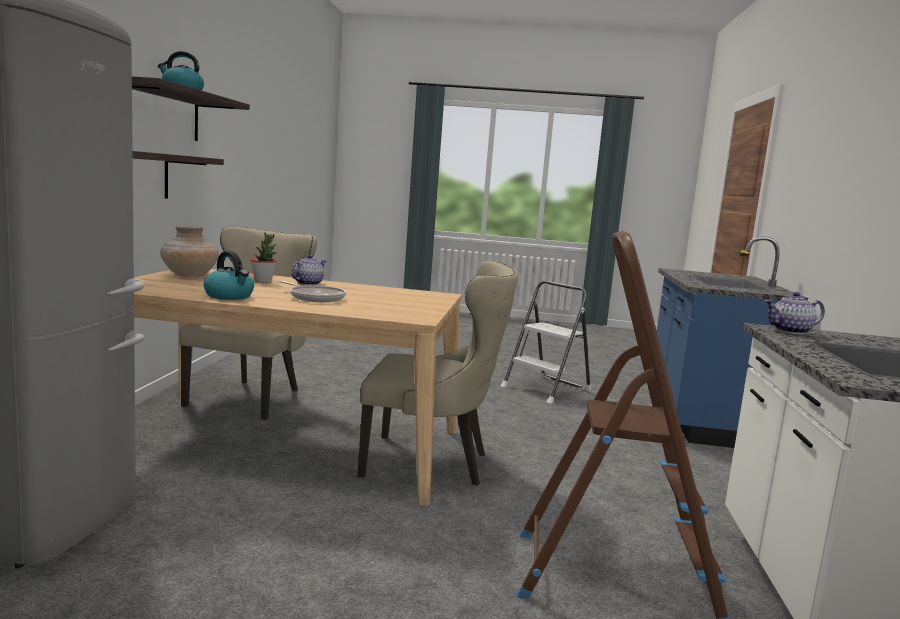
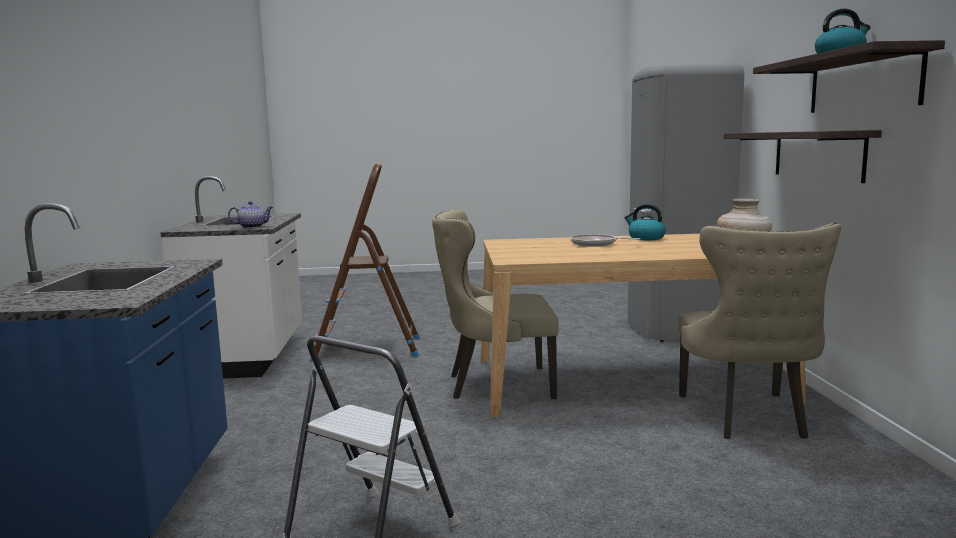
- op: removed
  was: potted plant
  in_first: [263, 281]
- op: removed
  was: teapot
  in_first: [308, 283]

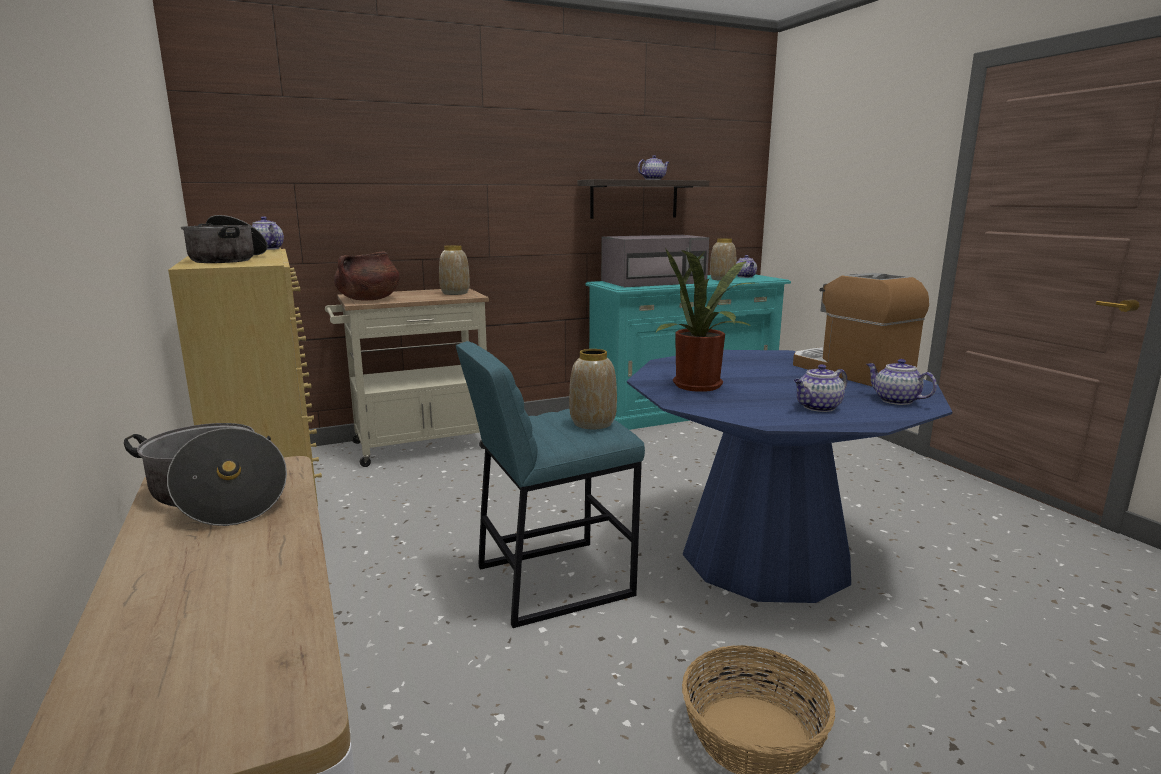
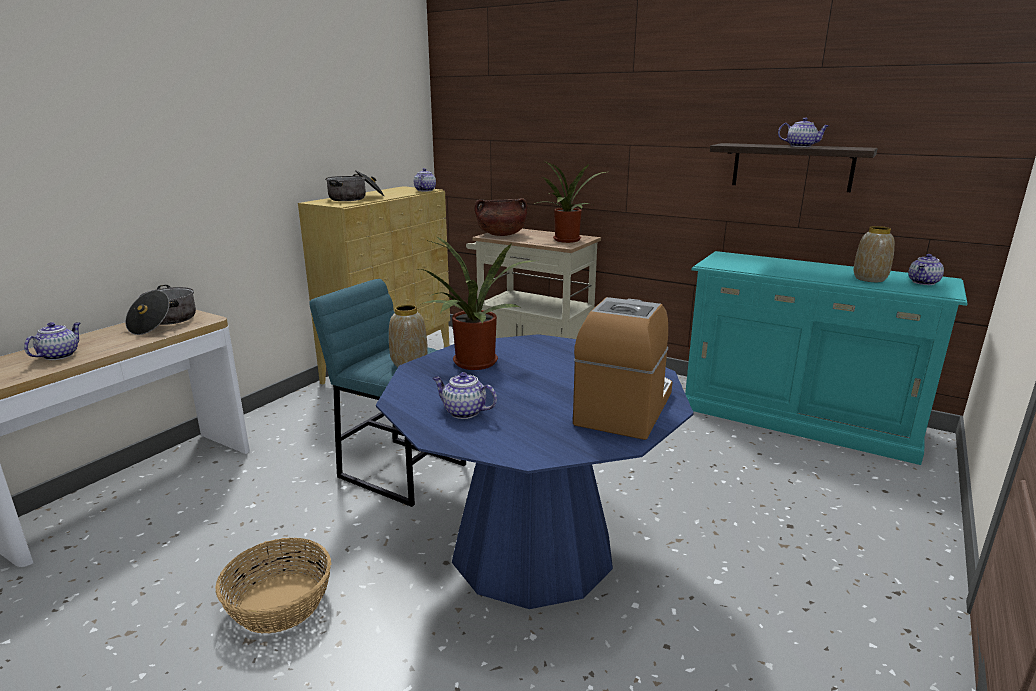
- op: replaced
  was: vase
  now: potted plant
  in_first: [455, 293]
  in_second: [567, 241]
- op: removed
  was: grey microwave
  in_first: [655, 282]
- op: moved
  was: teapot
  in_first: [895, 400]
  in_second: [59, 355]

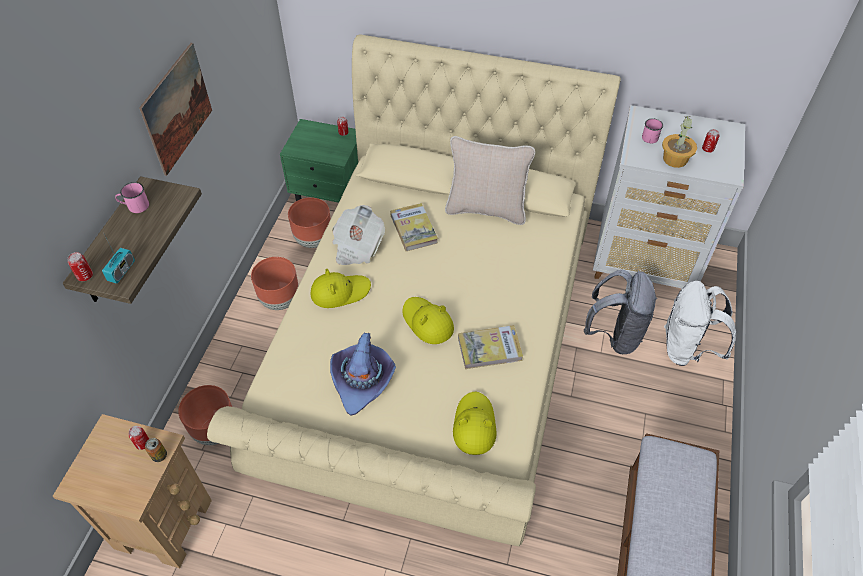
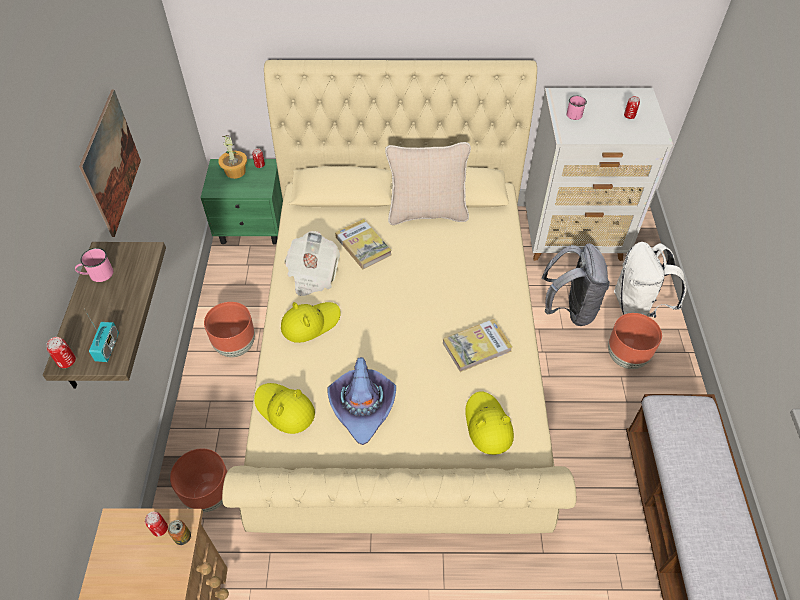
- op: moved
  was: brown planter
  in_first: [314, 240]
  in_second: [626, 357]
- op: moved
  was: yellow hat
  in_first: [427, 322]
  in_second: [284, 409]
- op: moved
  was: potted plant
  in_first: [675, 159]
  in_second: [235, 172]

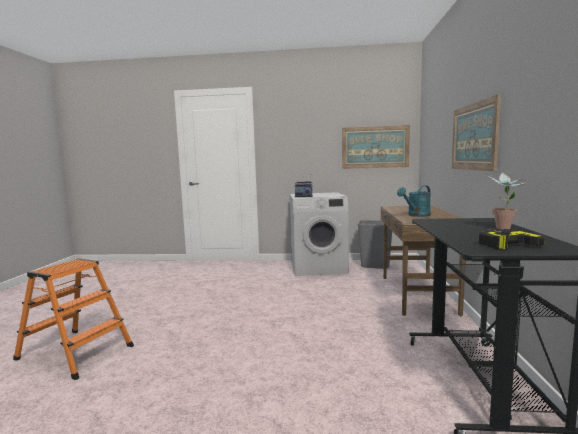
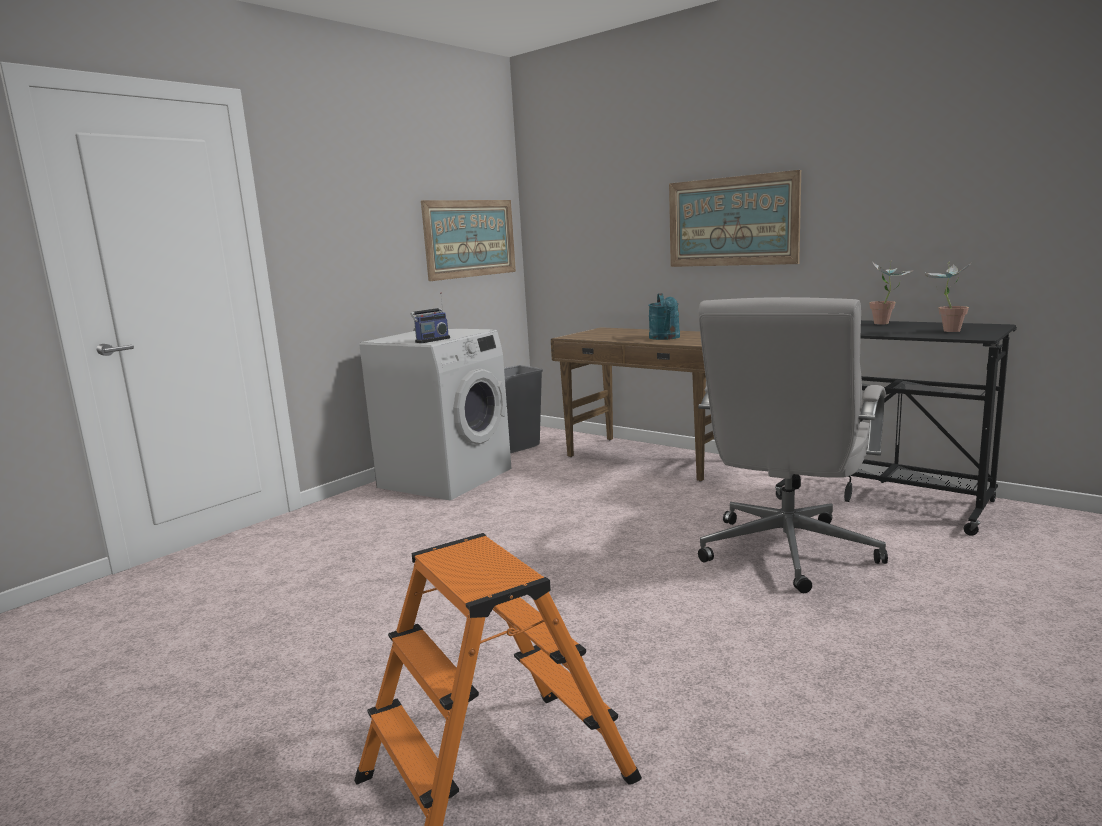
- op: replaced
  was: power drill
  now: potted plant
  in_first: [497, 242]
  in_second: [945, 330]
- op: added
  now: grey office chair
  in_second: [788, 550]

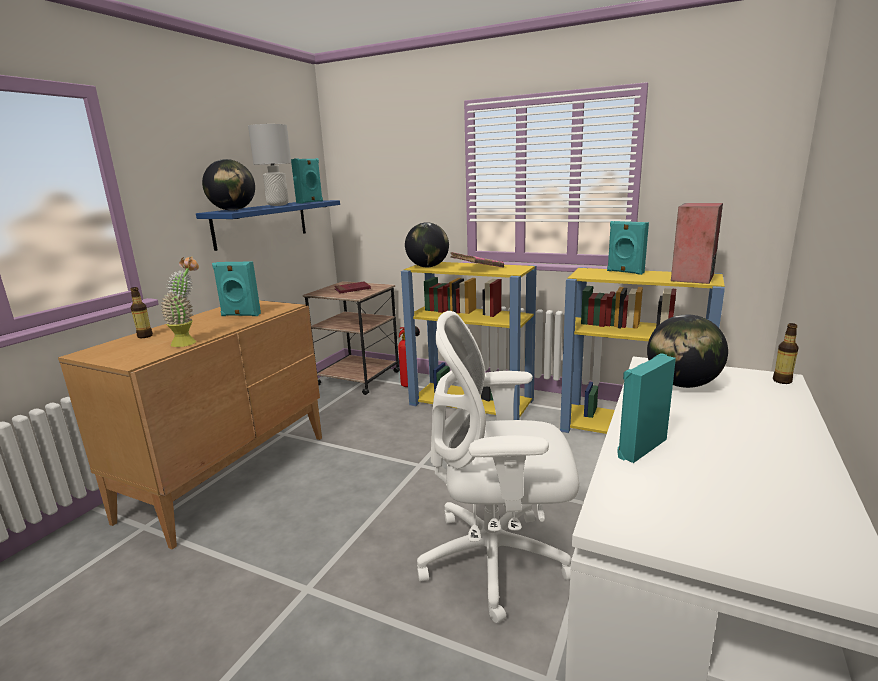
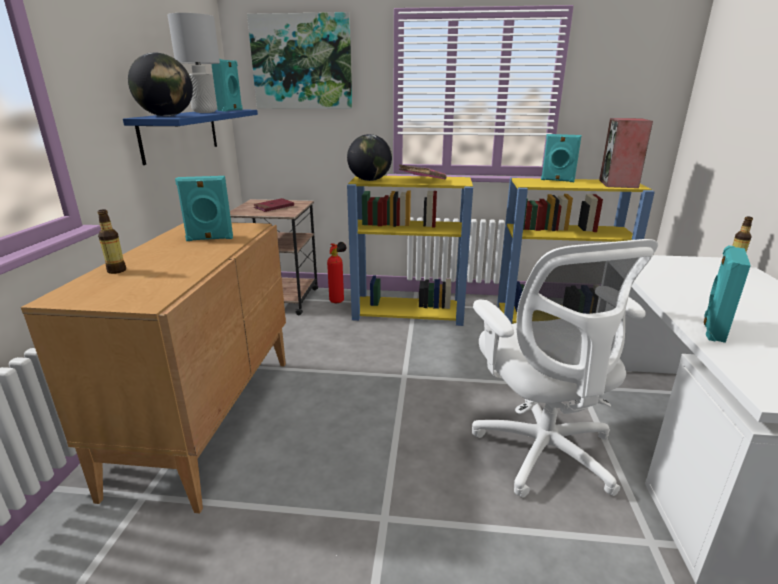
- op: removed
  was: potted plant
  in_first: [190, 341]
- op: turned
  was: white office chair
  in_first: [502, 556]
  in_second: [537, 445]
  clockwise: -90
- op: removed
  was: globe
  in_first: [682, 384]
- op: added
  now: picture
  in_second: [302, 62]

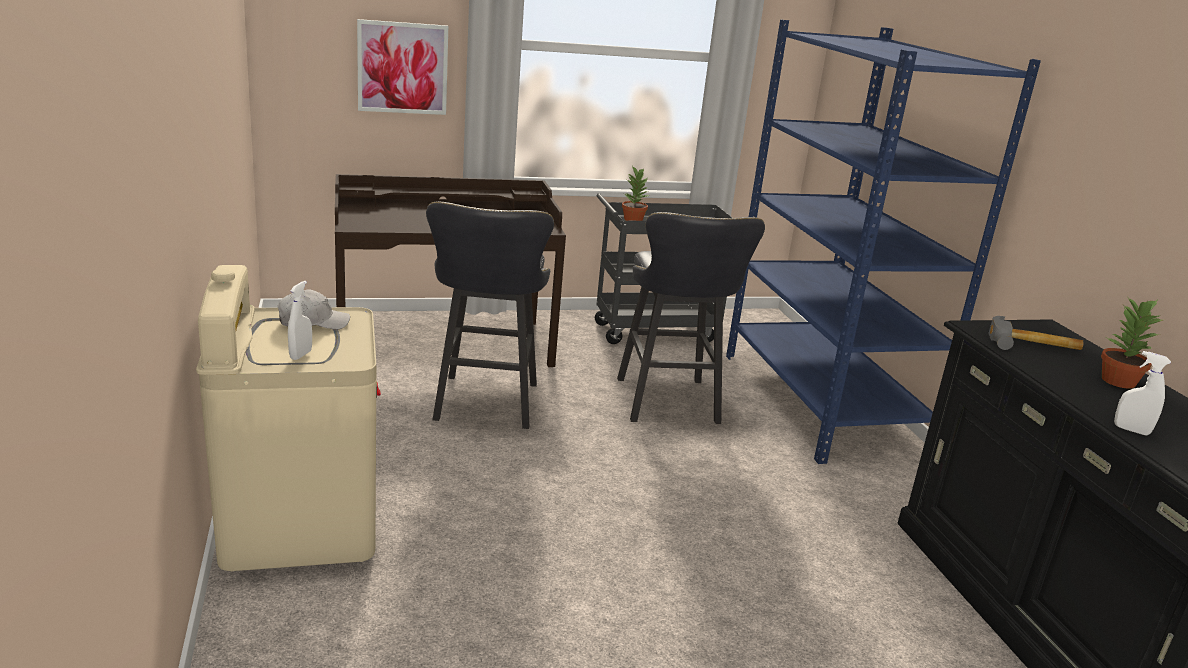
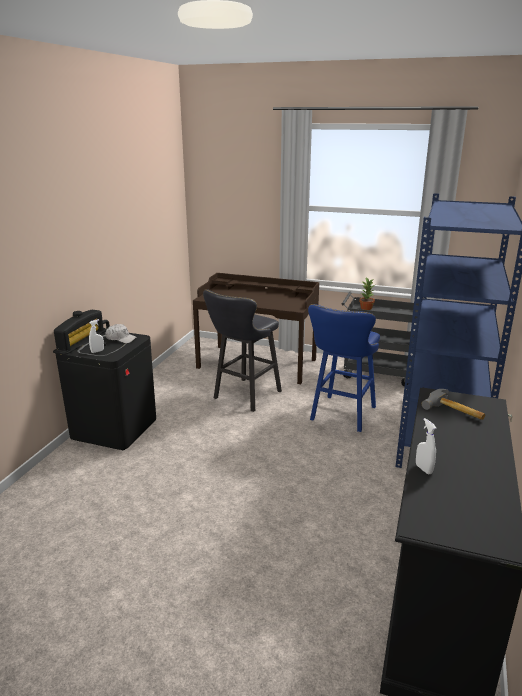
- op: recoloured
  was: beige washing machine
  now: black washing machine
  in_first: [298, 525]
  in_second: [115, 429]
- op: removed
  was: picture
  in_first: [402, 68]
- op: recoloured
  was: black stool
  now: blue stool
  in_first: [669, 407]
  in_second: [340, 417]
- op: removed
  was: potted plant
  in_first: [1117, 381]

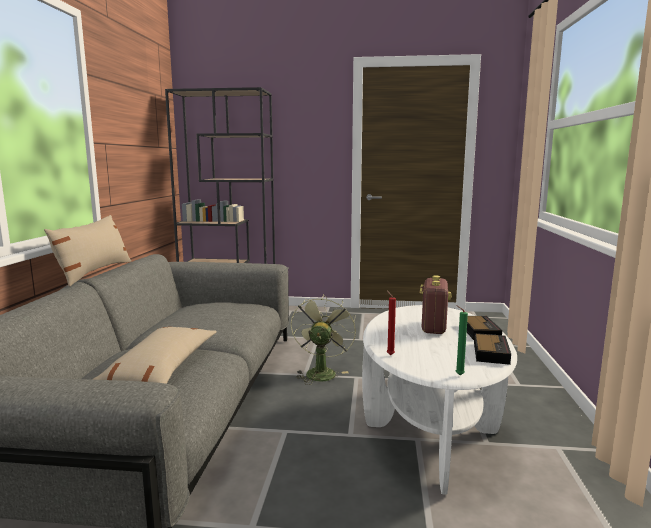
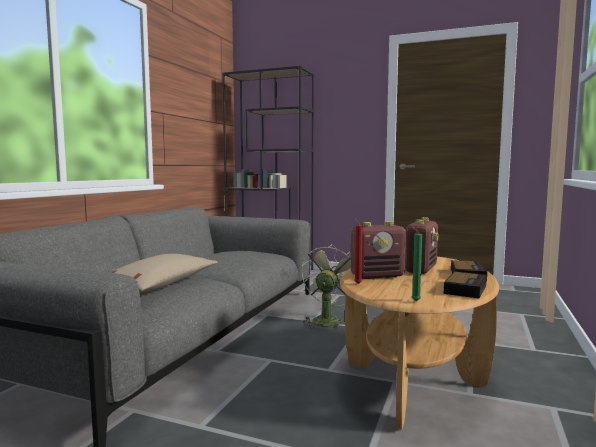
- op: removed
  was: beige pillow
  in_first: [94, 272]
- op: recoloured
  was: white coffee table
  now: brown coffee table
  in_first: [431, 429]
  in_second: [414, 375]
- op: added
  now: radio
  in_second: [377, 276]

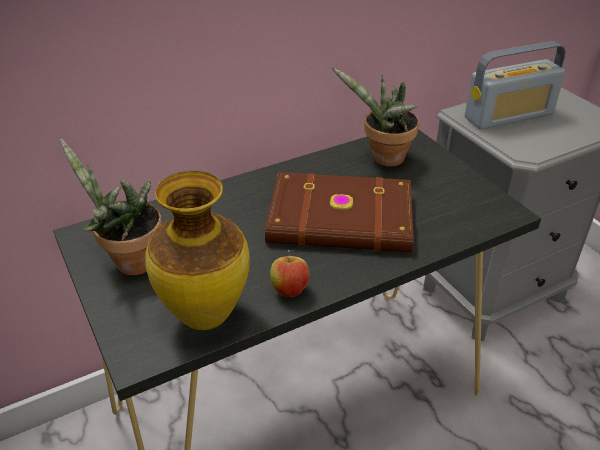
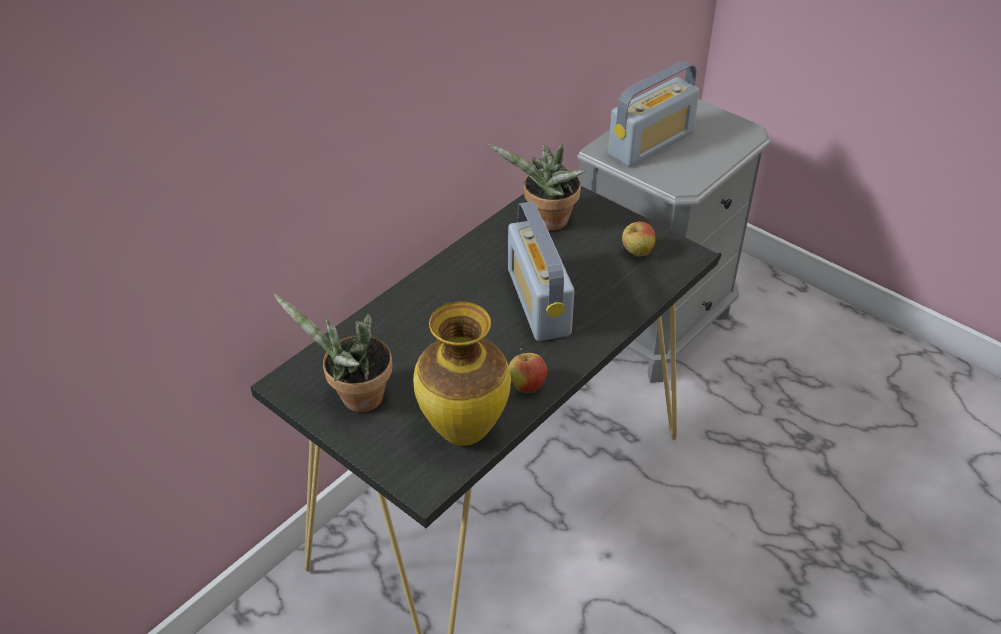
- op: replaced
  was: brown book
  now: radio
  in_first: [341, 220]
  in_second: [538, 302]
- op: added
  now: apple
  in_second: [636, 253]

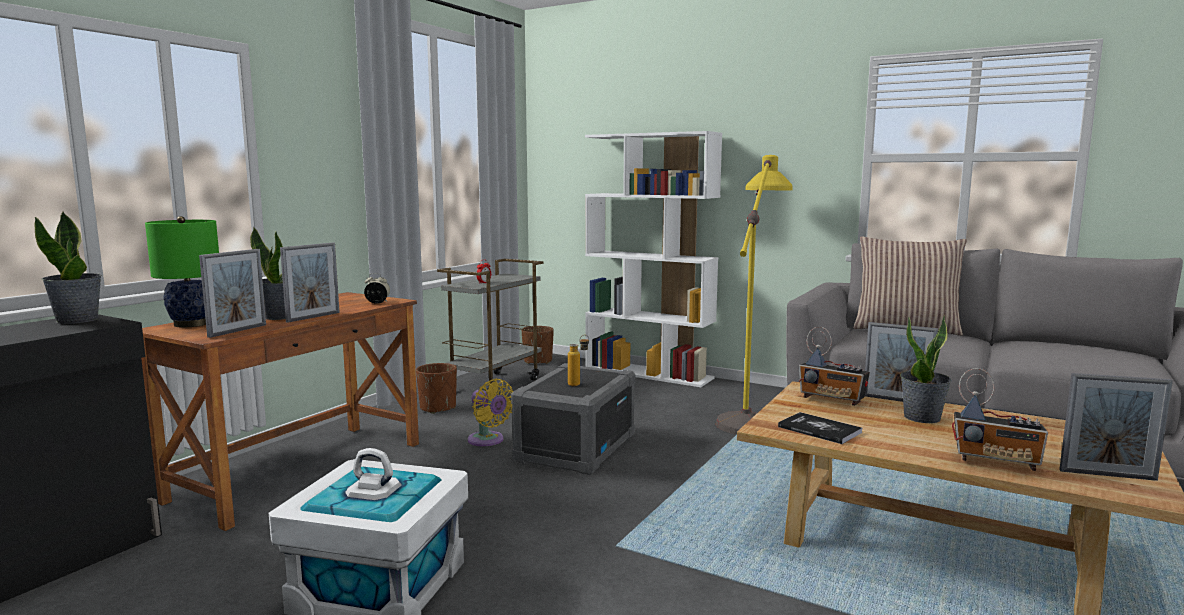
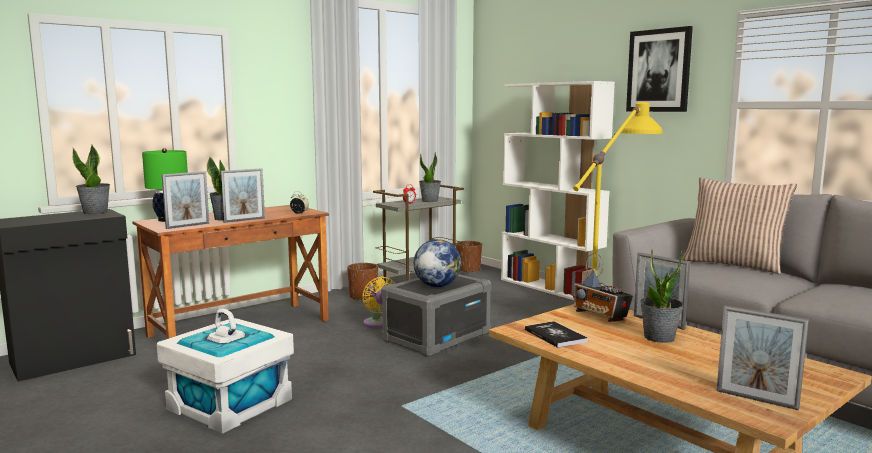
- op: replaced
  was: bottle
  now: globe
  in_first: [578, 384]
  in_second: [437, 286]
- op: removed
  was: radio
  in_first: [996, 462]
- op: added
  now: potted plant
  in_second: [430, 201]
- op: added
  now: picture
  in_second: [659, 70]

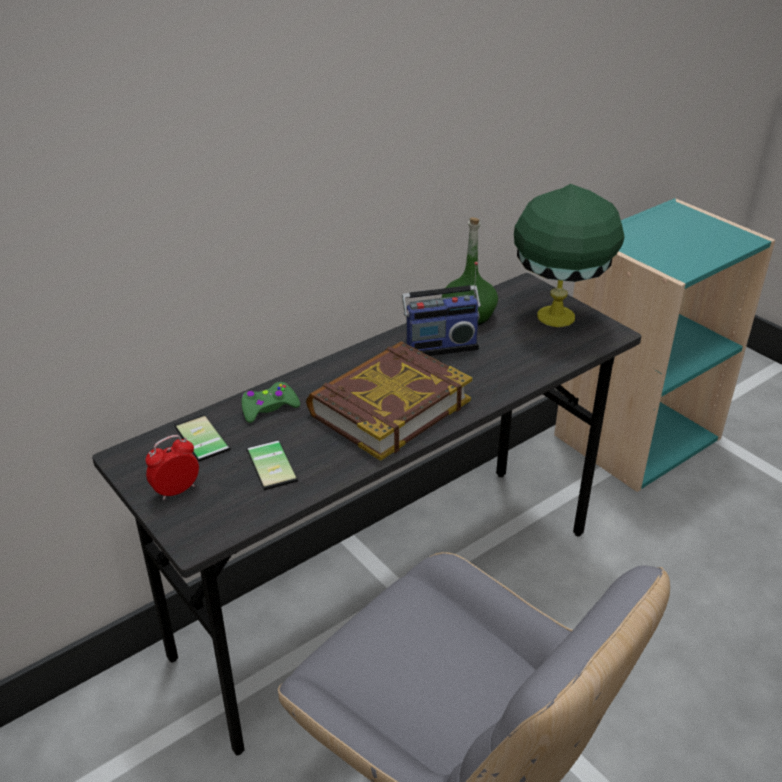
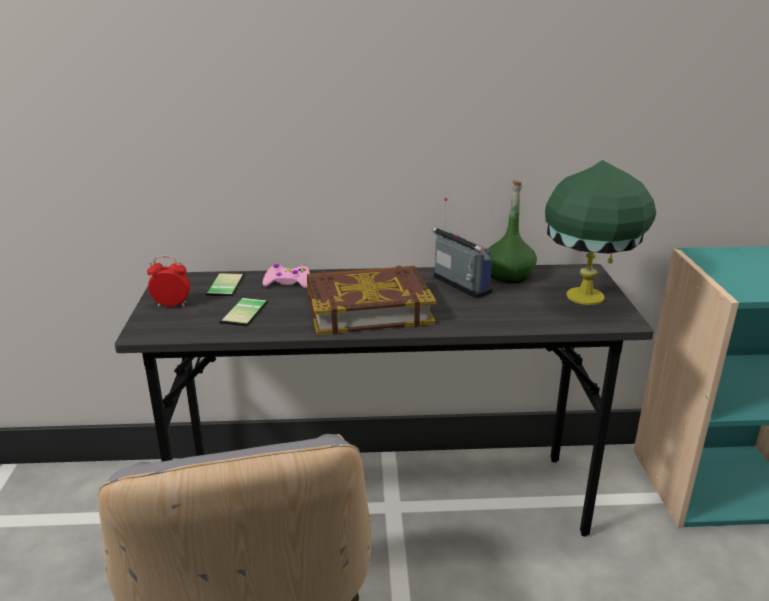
- op: recoloured
  was: green game controller
  now: pink game controller
  in_first: [268, 408]
  in_second: [288, 283]
- op: turned
  was: radio
  in_first: [440, 345]
  in_second: [459, 286]
  clockwise: -150

